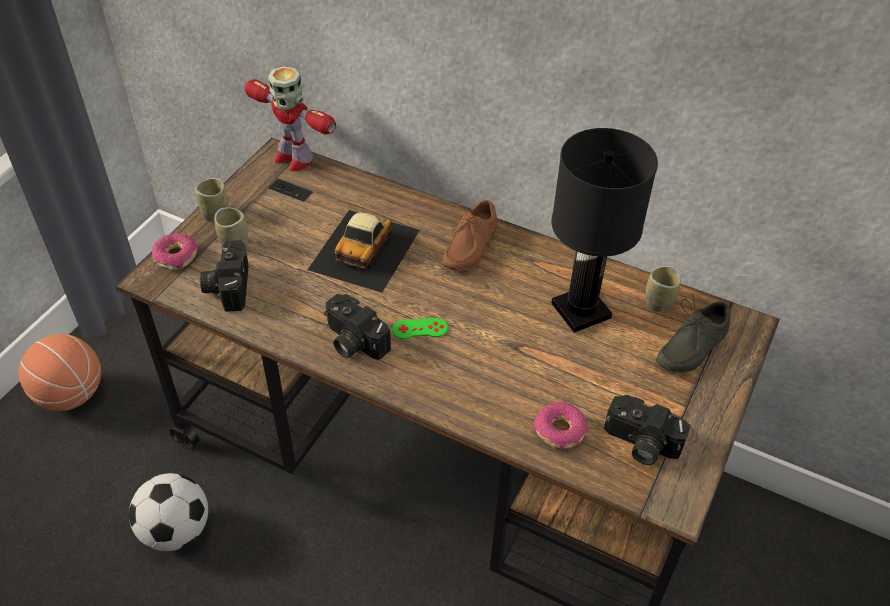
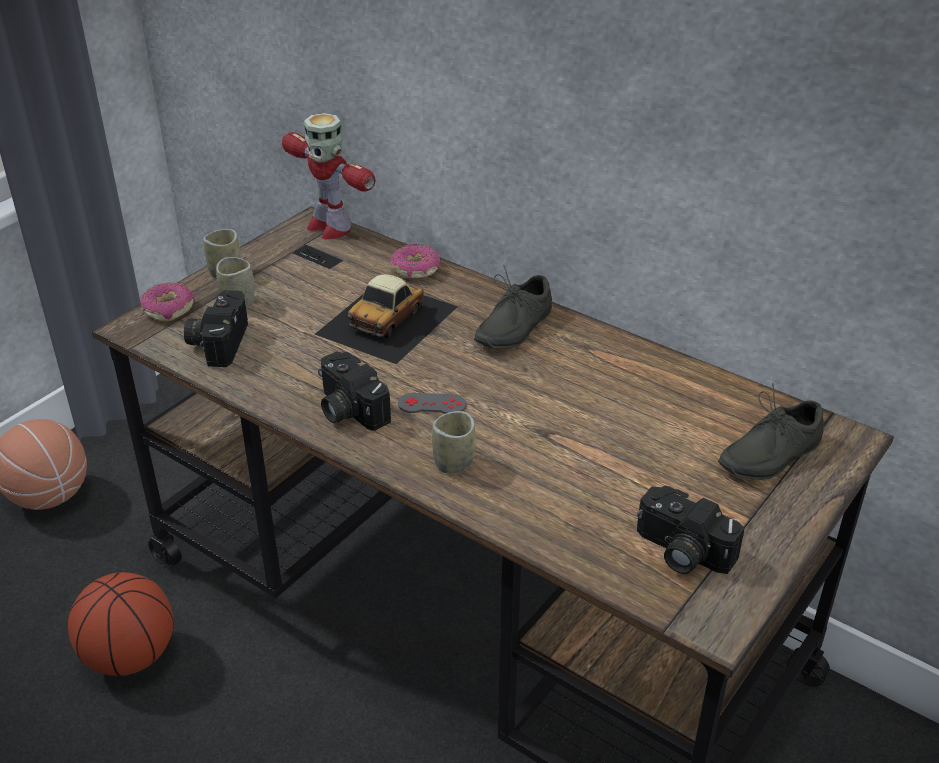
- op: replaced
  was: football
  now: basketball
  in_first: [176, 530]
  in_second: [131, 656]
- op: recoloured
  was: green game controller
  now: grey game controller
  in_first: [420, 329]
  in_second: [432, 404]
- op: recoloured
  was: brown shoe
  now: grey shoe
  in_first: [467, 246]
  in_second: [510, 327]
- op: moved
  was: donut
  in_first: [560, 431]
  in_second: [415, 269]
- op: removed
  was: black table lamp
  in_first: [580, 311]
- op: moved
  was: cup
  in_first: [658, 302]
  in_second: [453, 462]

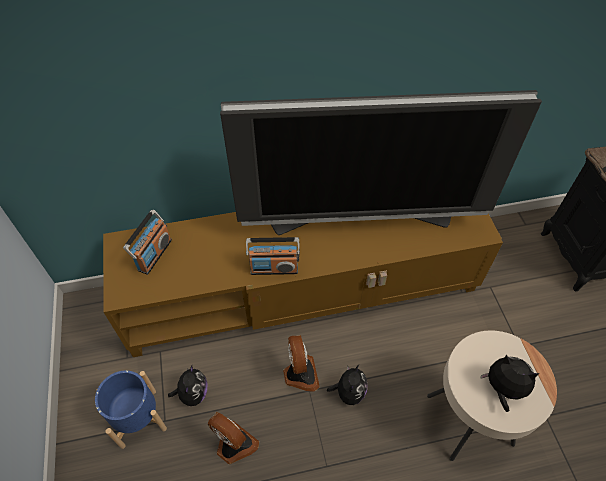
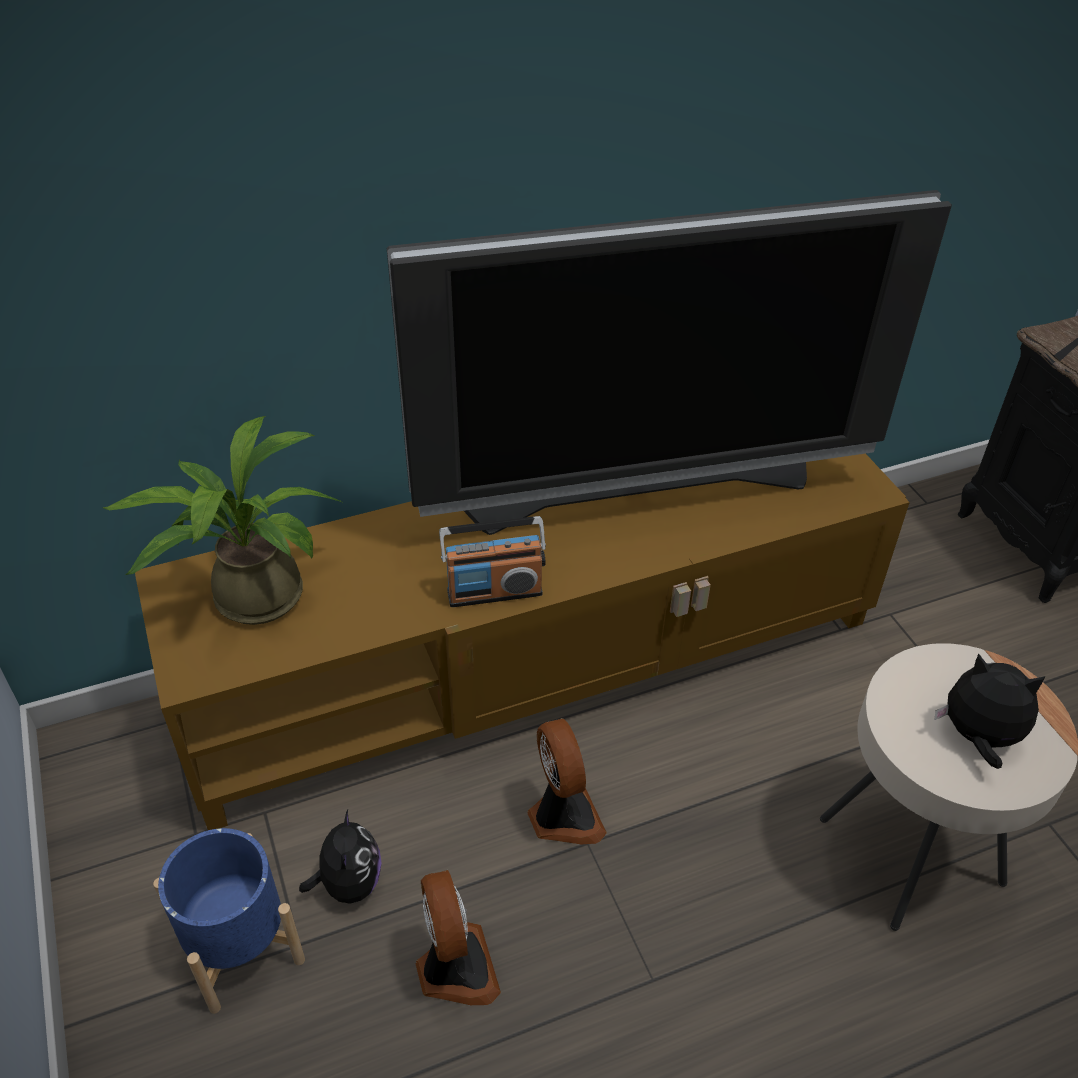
- op: replaced
  was: radio
  now: potted plant
  in_first: [154, 254]
  in_second: [248, 595]
- op: turned
  was: fan
  in_first: [234, 445]
  in_second: [454, 969]
  clockwise: 45
- op: removed
  was: plush toy
  in_first: [349, 392]

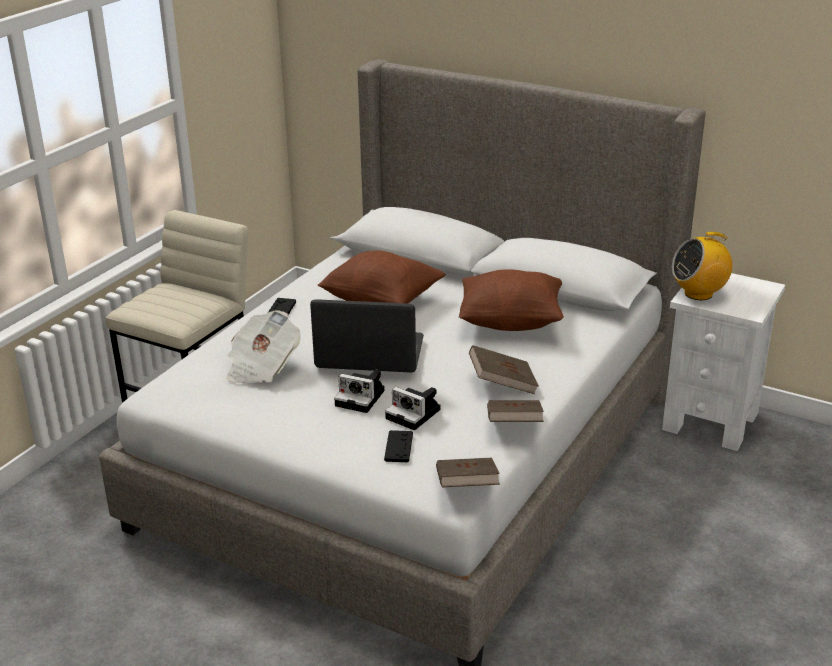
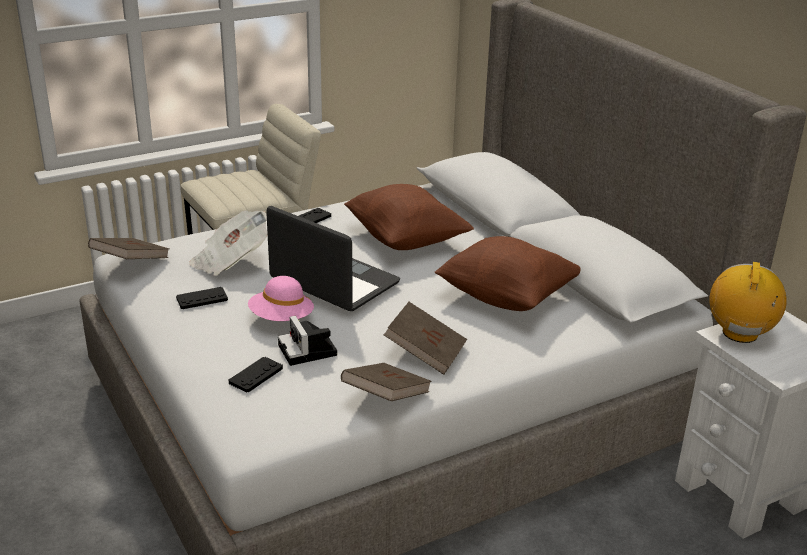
- op: replaced
  was: photo camera
  now: pink hat
  in_first: [362, 398]
  in_second: [281, 319]
- op: moved
  was: brown book
  in_first: [466, 488]
  in_second: [131, 263]
- op: turned
  was: radio
  in_first: [699, 293]
  in_second: [740, 333]
  clockwise: 90
- op: added
  now: black game controller
  in_second: [202, 299]

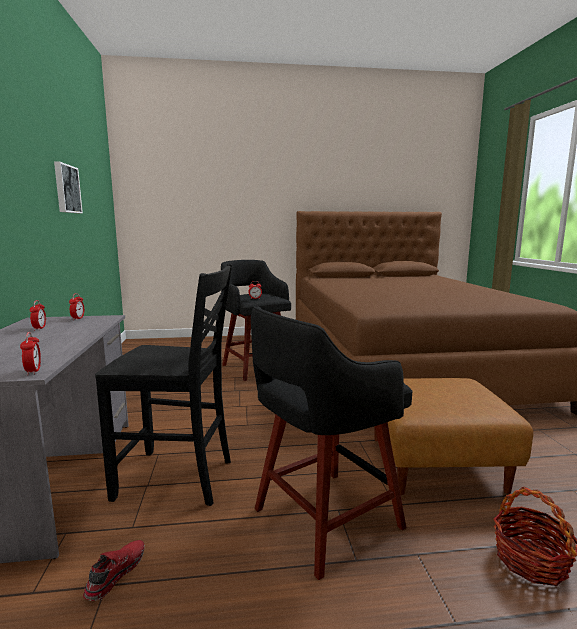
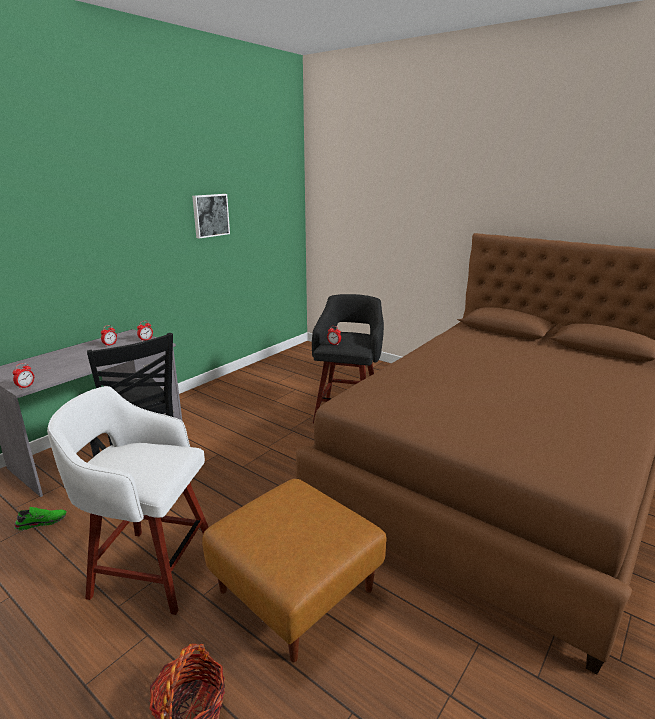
- op: recoloured
  was: red shoe
  now: green shoe
  in_first: [115, 573]
  in_second: [42, 522]
- op: recoloured
  was: black stool
  now: white stool
  in_first: [323, 520]
  in_second: [150, 569]

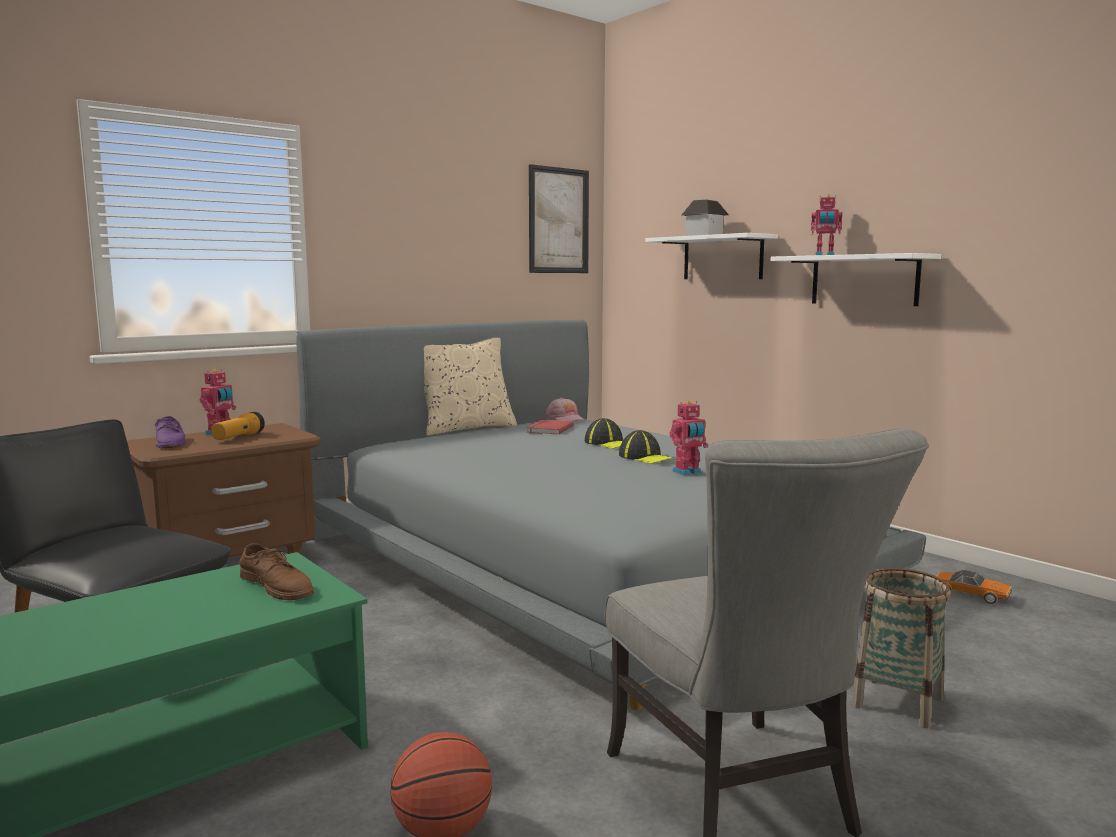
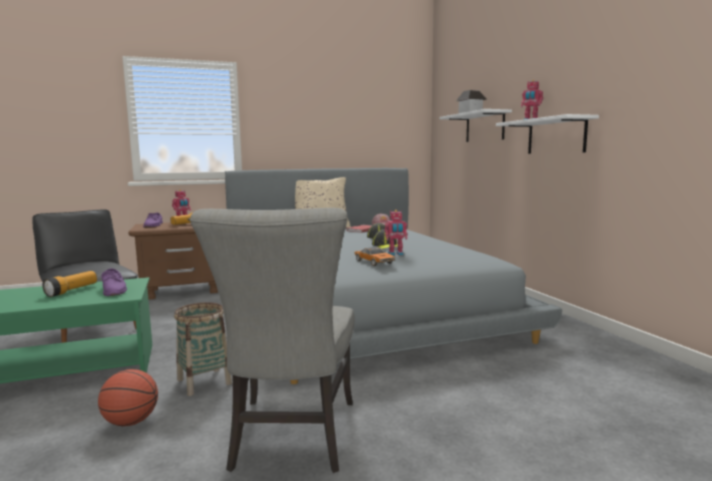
- op: recoloured
  was: brown shoe
  now: purple shoe
  in_first: [277, 585]
  in_second: [114, 290]
- op: removed
  was: picture
  in_first: [558, 221]
- op: moved
  was: basket
  in_first: [897, 702]
  in_second: [204, 381]
- op: moved
  was: toy car
  in_first: [971, 594]
  in_second: [374, 262]
- op: added
  now: flashlight
  in_second: [72, 291]

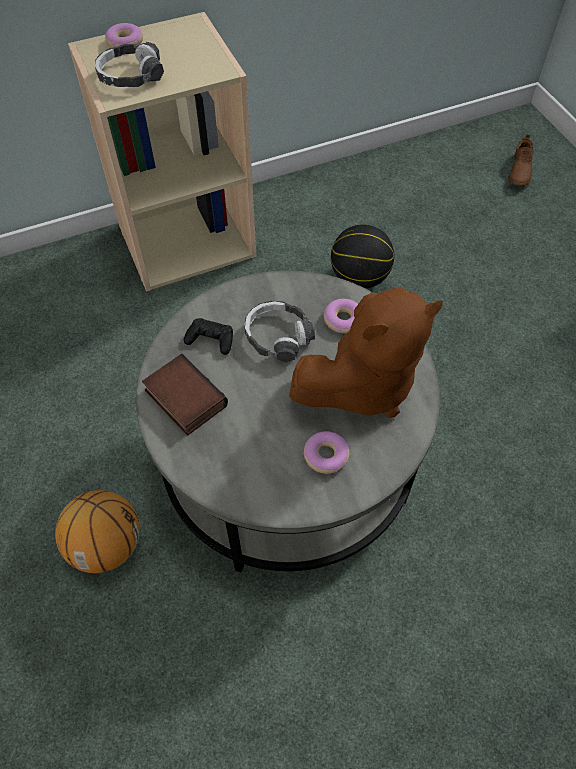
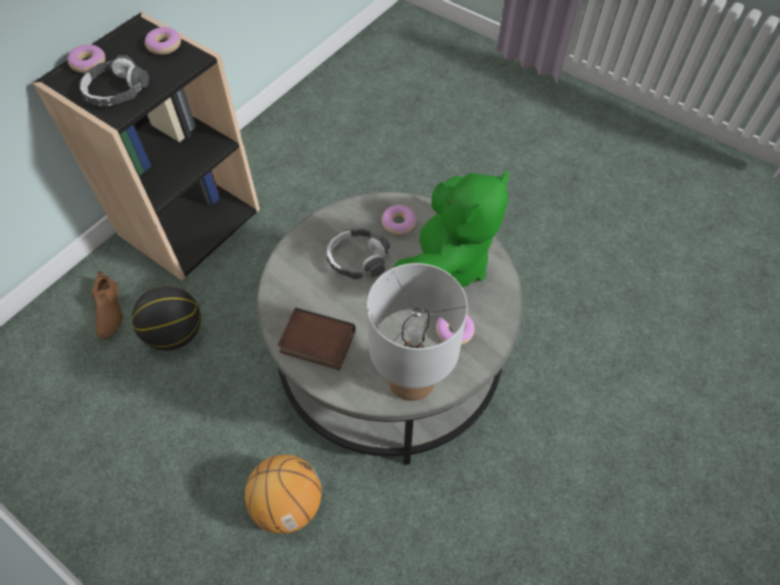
- op: recoloured
  was: beige bookcase
  now: black bookcase
  in_first: [187, 239]
  in_second: [189, 220]
- op: removed
  was: black game controller
  in_first: [211, 339]
- op: recoloured
  was: brown plush toy
  now: green plush toy
  in_first: [363, 383]
  in_second: [445, 264]
- op: moved
  was: basketball
  in_first: [359, 278]
  in_second: [176, 334]
- op: moved
  was: brown shoe
  in_first: [519, 170]
  in_second: [108, 311]
- op: added
  now: donut
  in_second: [164, 46]
- op: added
  now: grey table lamp
  in_second: [412, 378]

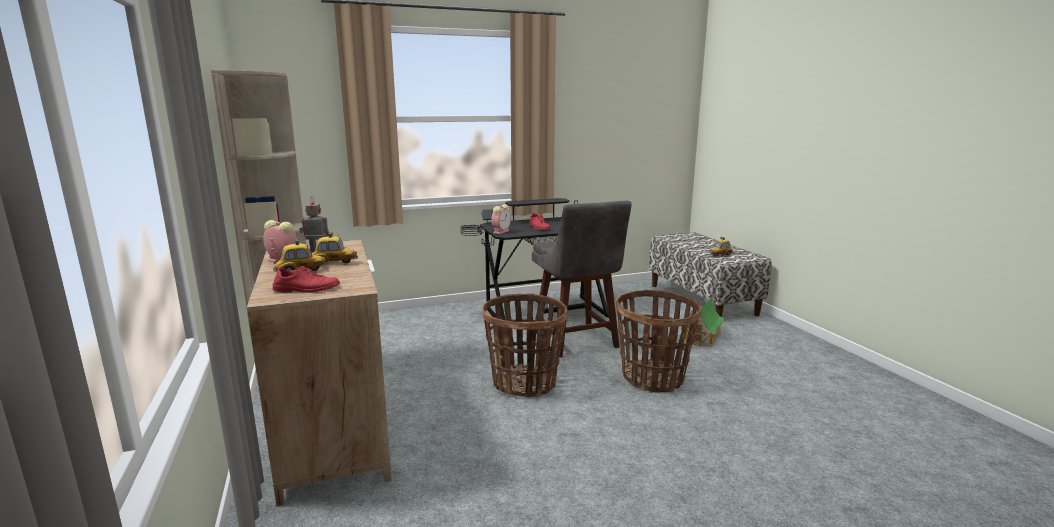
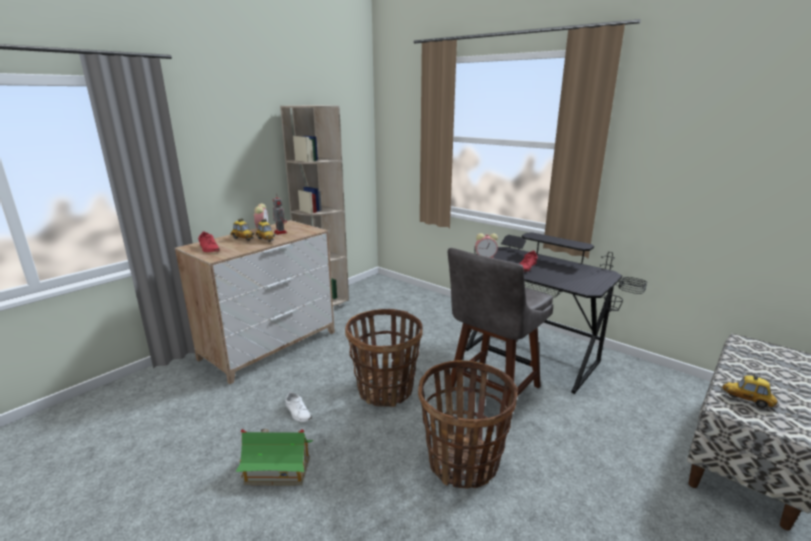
- op: moved
  was: toy house
  in_first: [702, 336]
  in_second: [277, 470]
- op: added
  now: white shoe
  in_second: [298, 412]

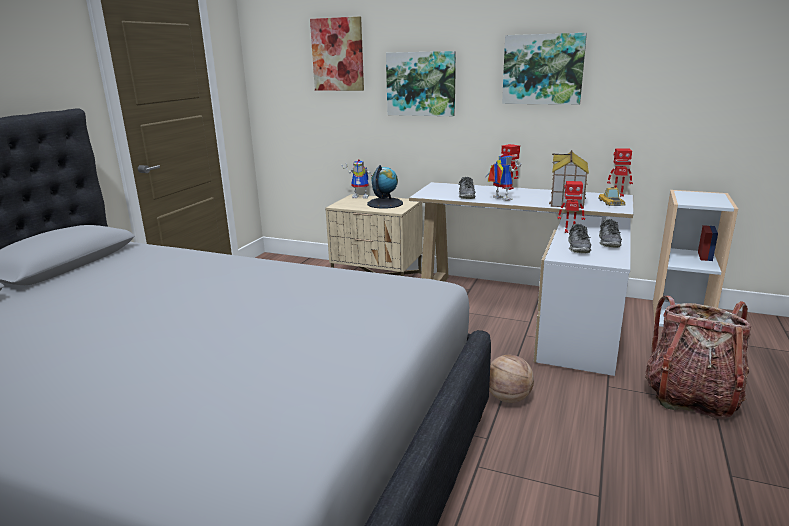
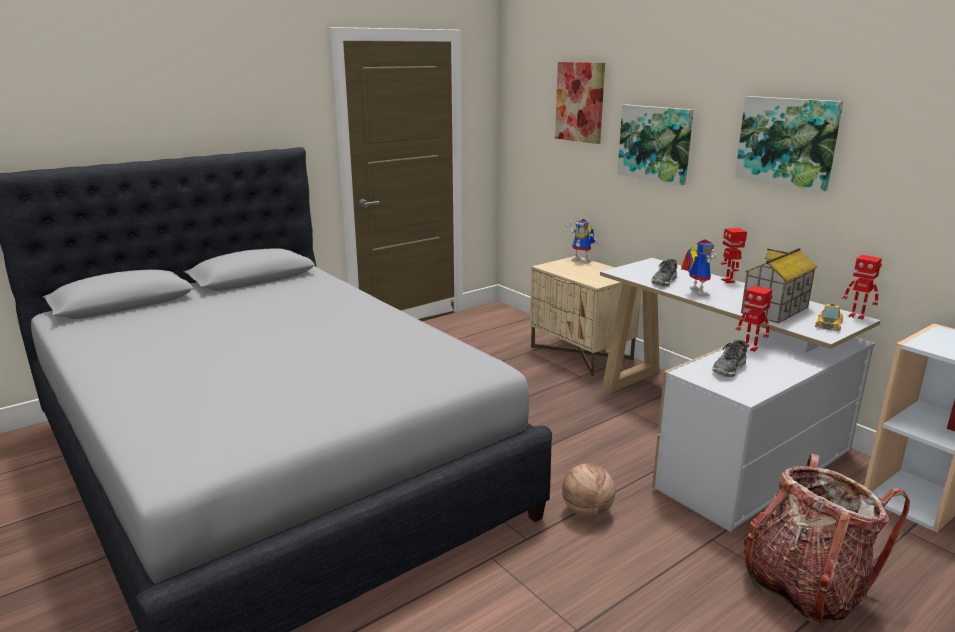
- op: removed
  was: globe
  in_first: [385, 203]
- op: removed
  was: shoe
  in_first: [609, 242]

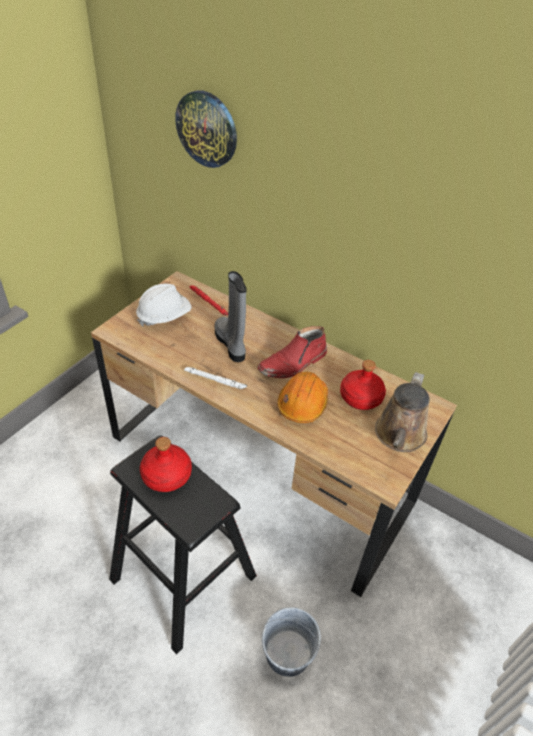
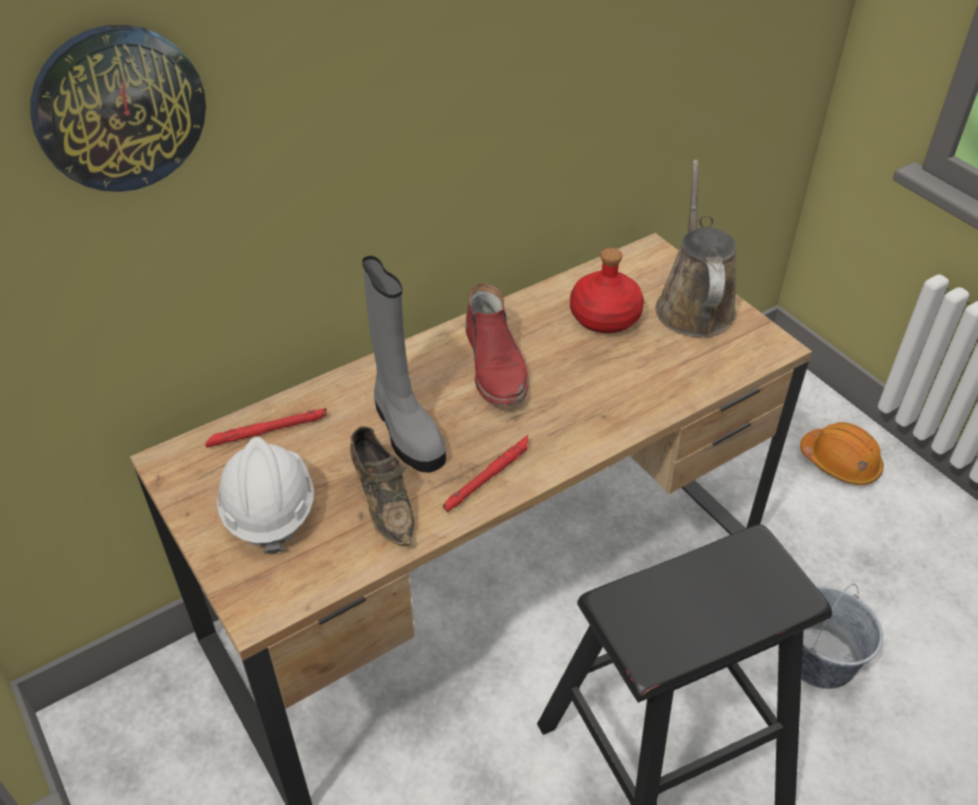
- op: removed
  was: red bottle
  in_first: [166, 475]
- op: recoloured
  was: white flashlight
  now: red flashlight
  in_first: [215, 380]
  in_second: [488, 476]
- op: turned
  was: grey boot
  in_first: [231, 344]
  in_second: [406, 430]
  clockwise: -120
- op: moved
  was: orange hard hat
  in_first: [302, 403]
  in_second: [840, 463]
- op: turned
  was: brown watering can
  in_first: [399, 436]
  in_second: [693, 305]
  clockwise: -135
- op: added
  now: brown shoe
  in_second: [384, 502]

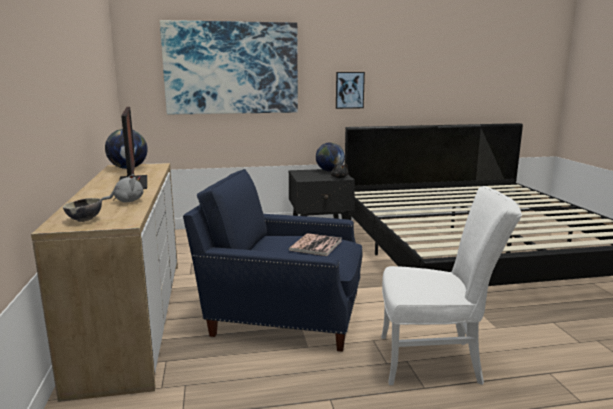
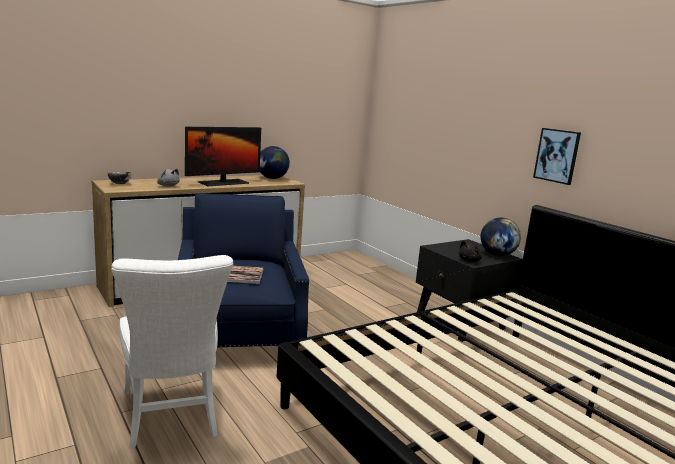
- op: removed
  was: picture
  in_first: [231, 68]

